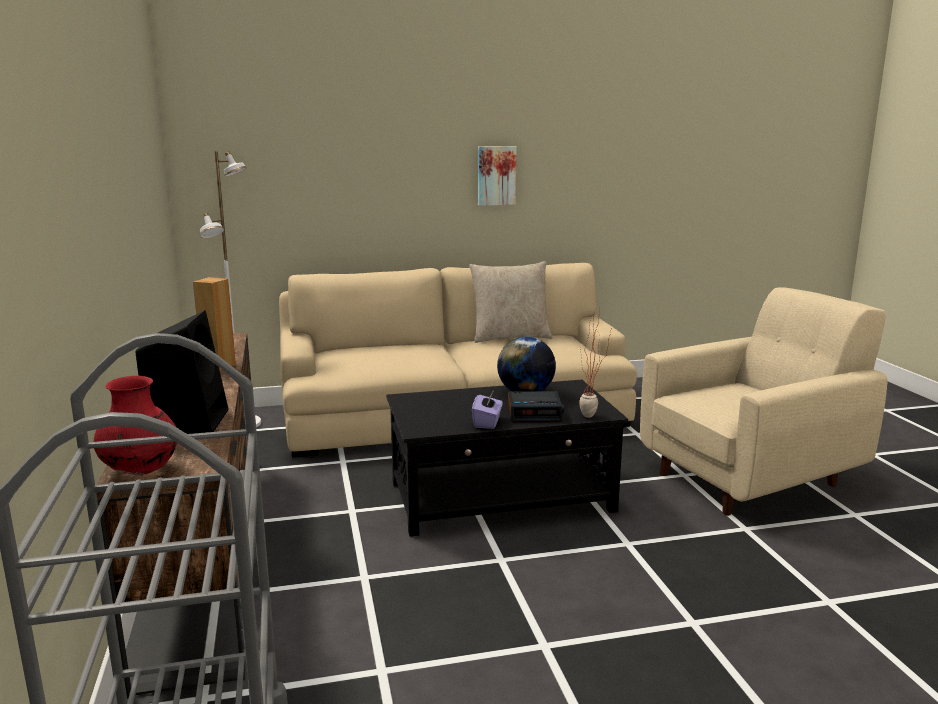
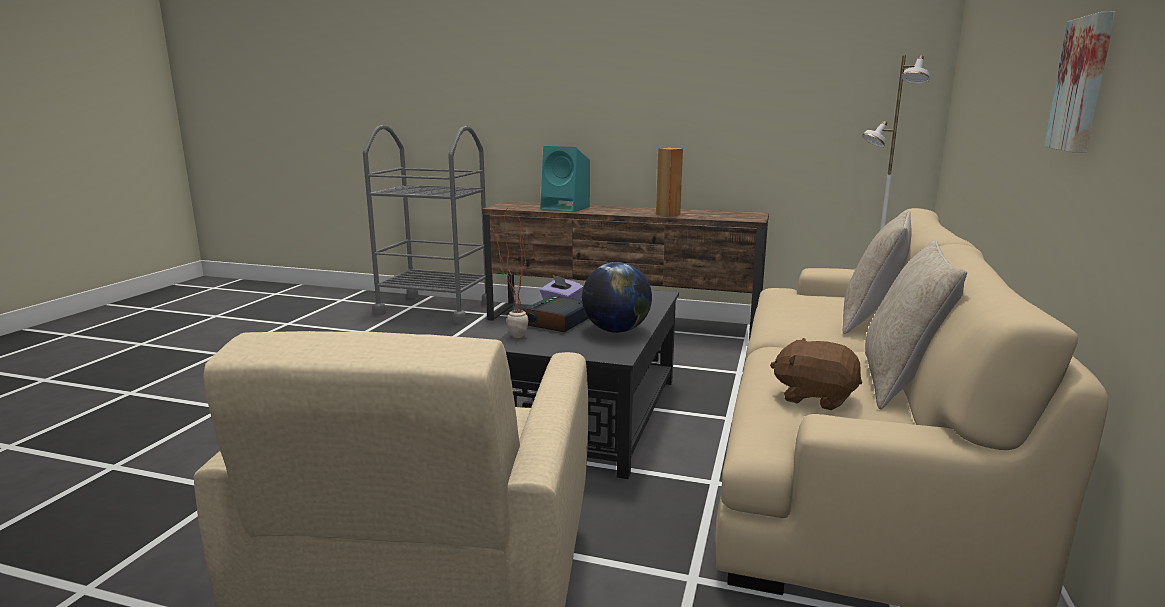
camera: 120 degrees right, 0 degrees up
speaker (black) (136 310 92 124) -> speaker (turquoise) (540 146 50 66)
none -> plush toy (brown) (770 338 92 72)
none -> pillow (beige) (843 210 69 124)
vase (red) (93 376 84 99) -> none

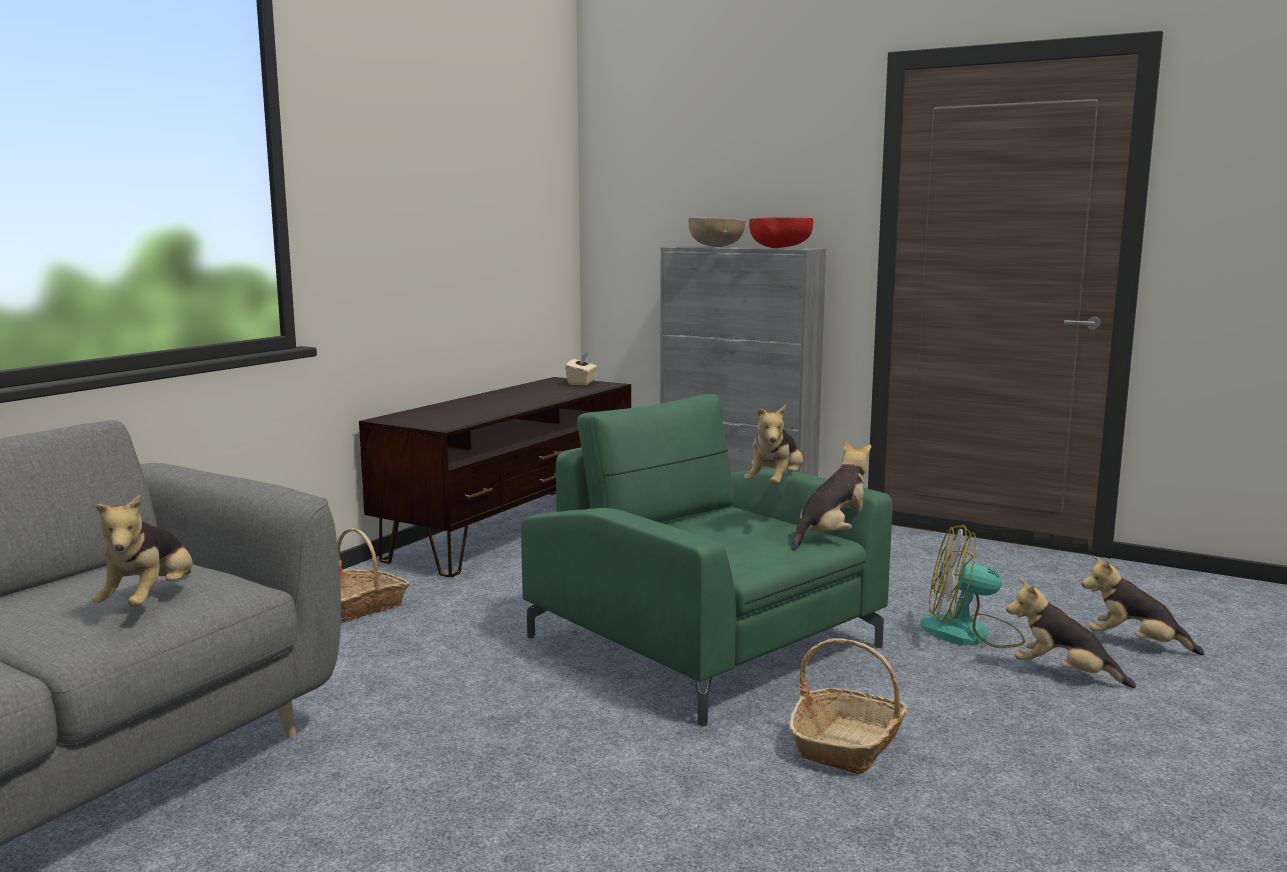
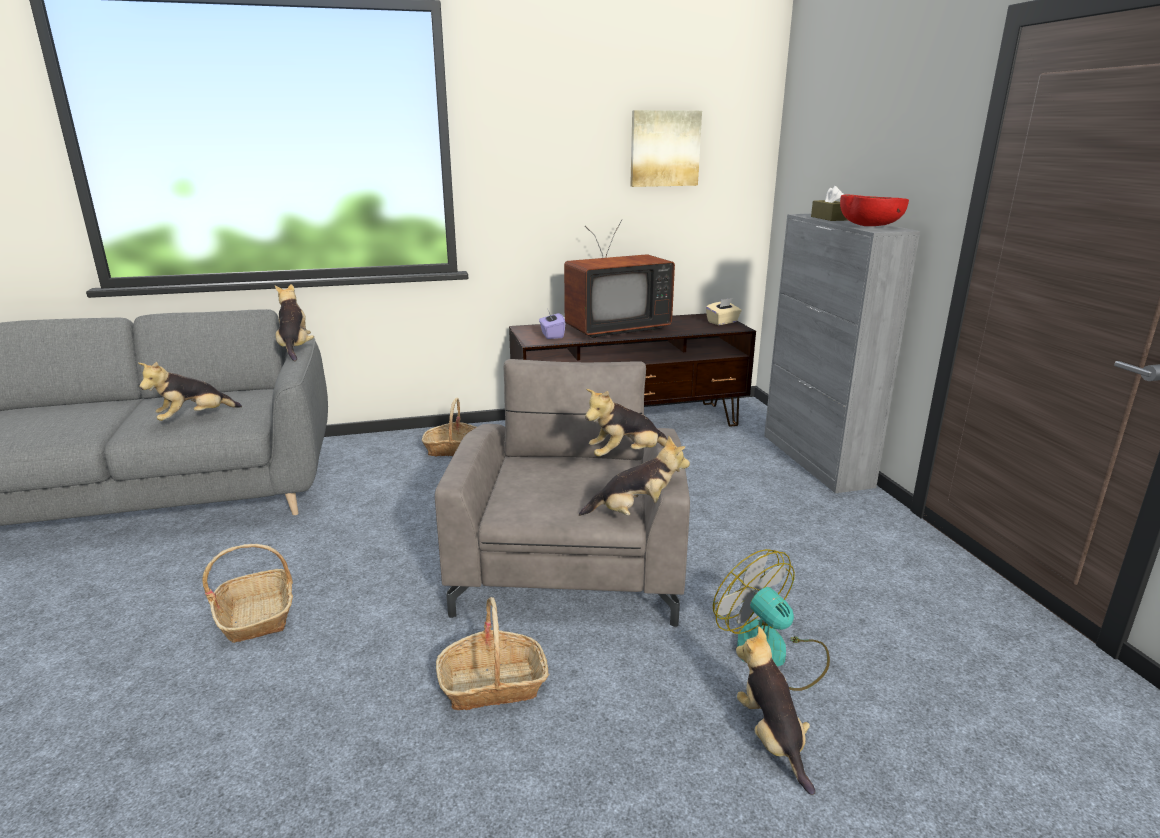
camera: 45 degrees right, 10 degrees up
none -> basket (202 544 91 99)
plush toy (1082 555 123 100) -> plush toy (275 284 39 77), moved
armchair (green) (521 394 371 332) -> armchair (grey) (435 359 255 268)
none -> tissue box (purple) (539 308 27 31)
none -> television (564 220 111 118)
none -> picture (630 110 72 77)
bowl (brown) (689 217 56 30) -> tissue box (brown) (811 186 36 35)

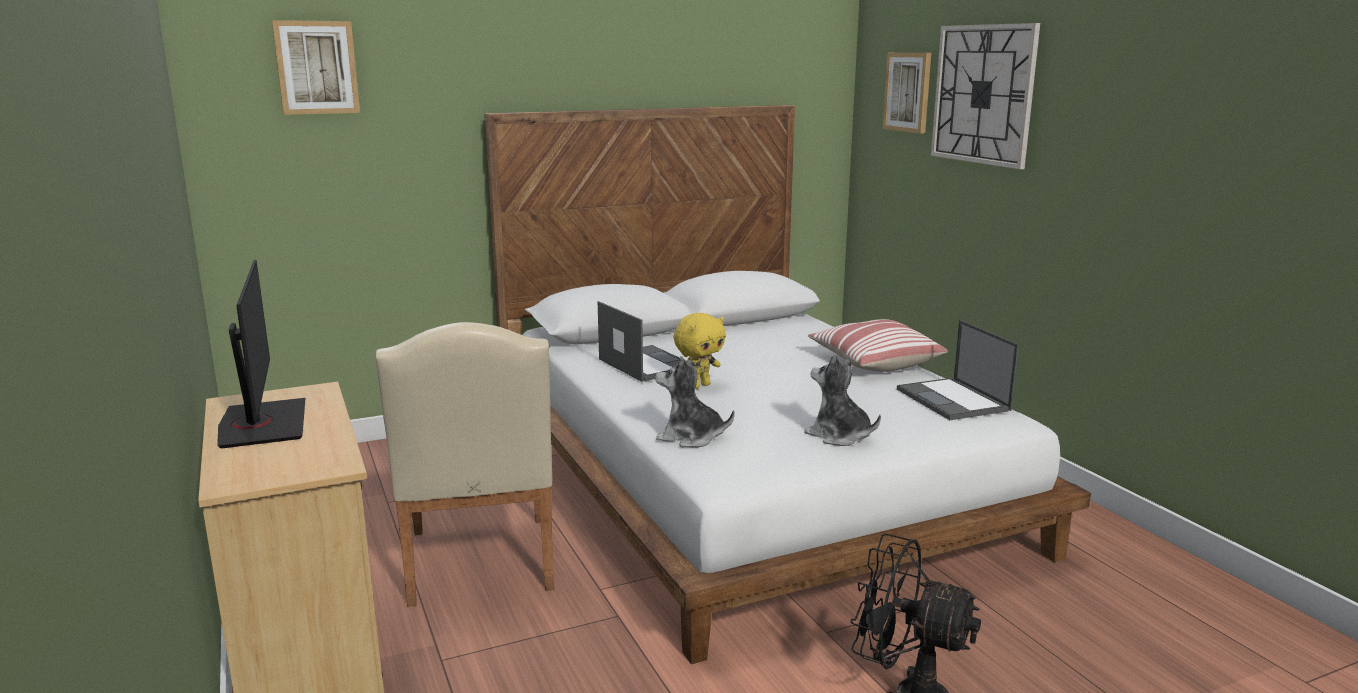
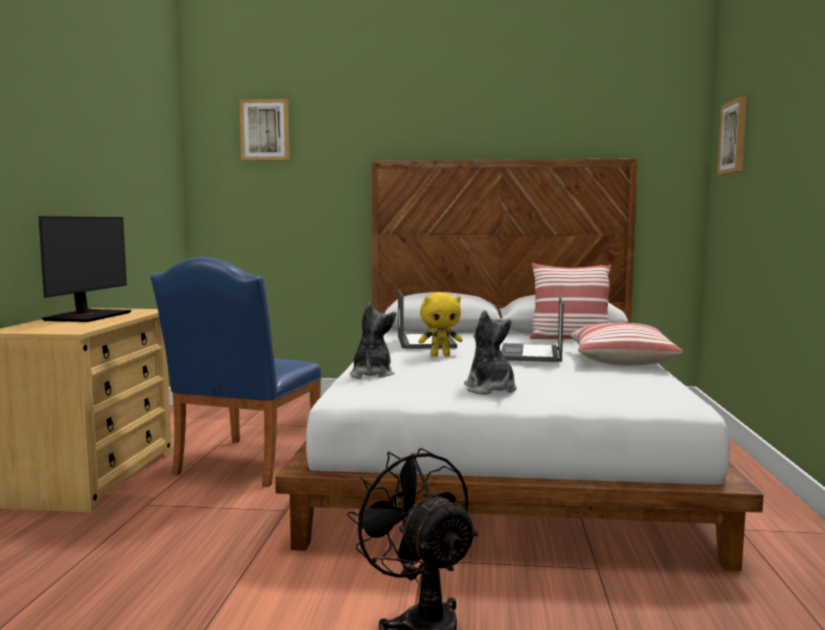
camera: 30 degrees right, 10 degrees down
chair (beige) (375 322 179 285) -> chair (blue) (150 257 172 230)
plush toy (655 356 80 91) -> plush toy (350 302 46 77), 45 degrees clockwise
laptop (897 320 122 100) -> laptop (501 296 63 66), moved
none -> pillow (530 263 81 76)
wall clock (931 23 109 146) -> none

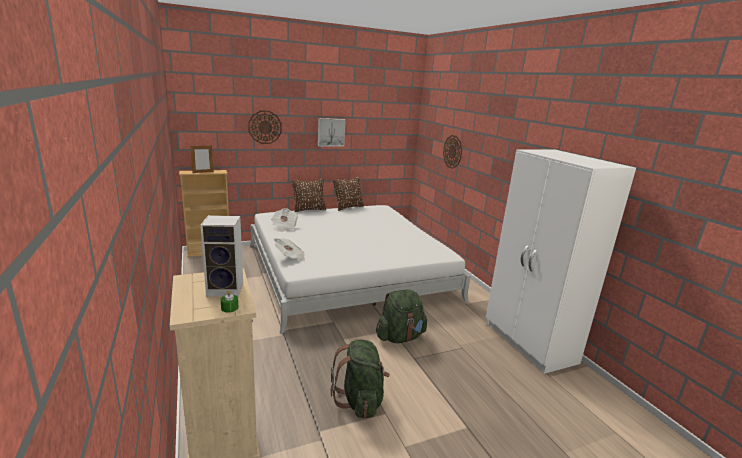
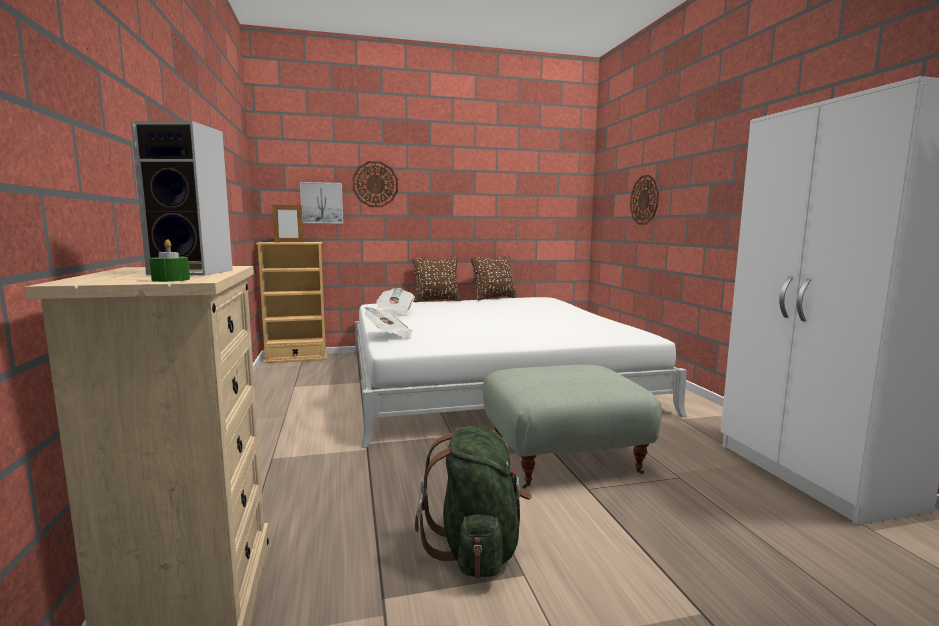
camera: 10 degrees right, 10 degrees down
picture (318 118 27 28) -> picture (300 182 43 41), moved
backpack (green) (376 289 51 54) -> ottoman (grey) (483 365 179 124)

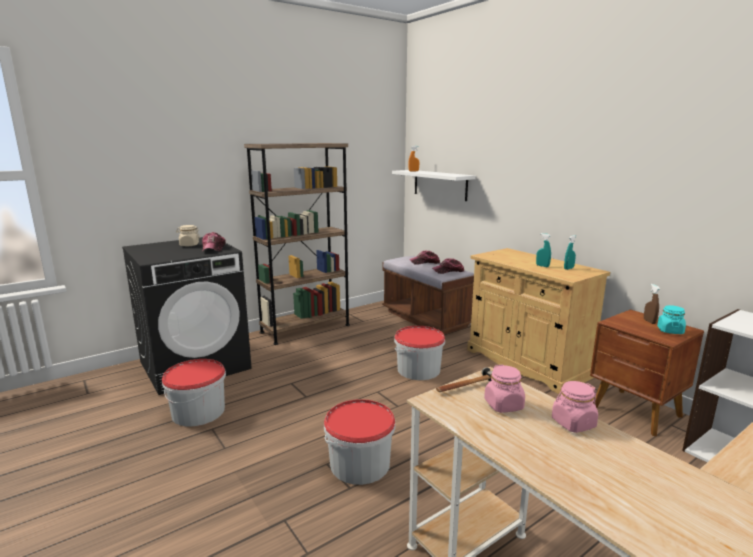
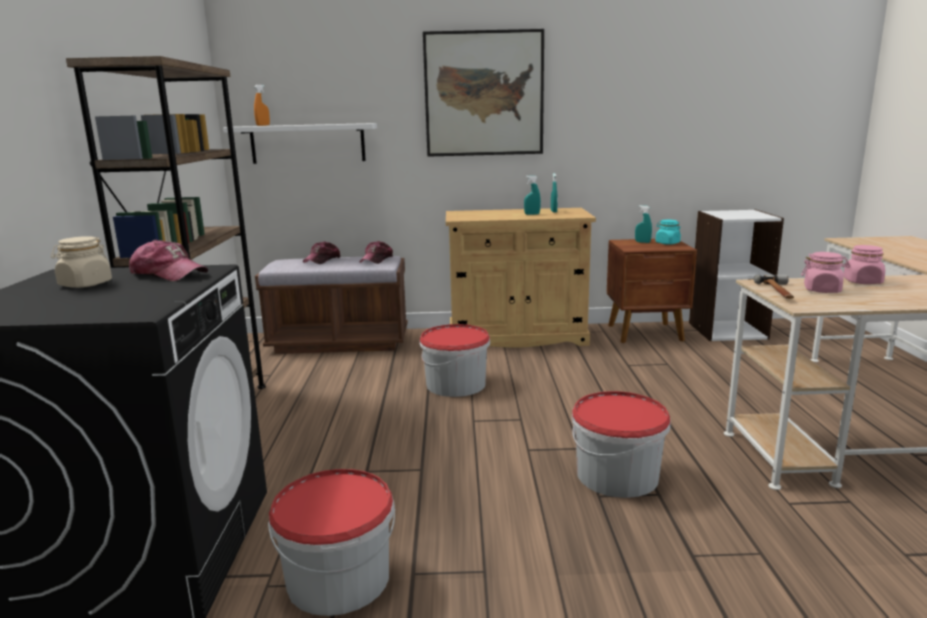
camera: 55 degrees left, 0 degrees up
none -> picture (423 29 121 128)
spray bottle (brown) (644 284 16 40) -> spray bottle (turquoise) (635 205 17 38)

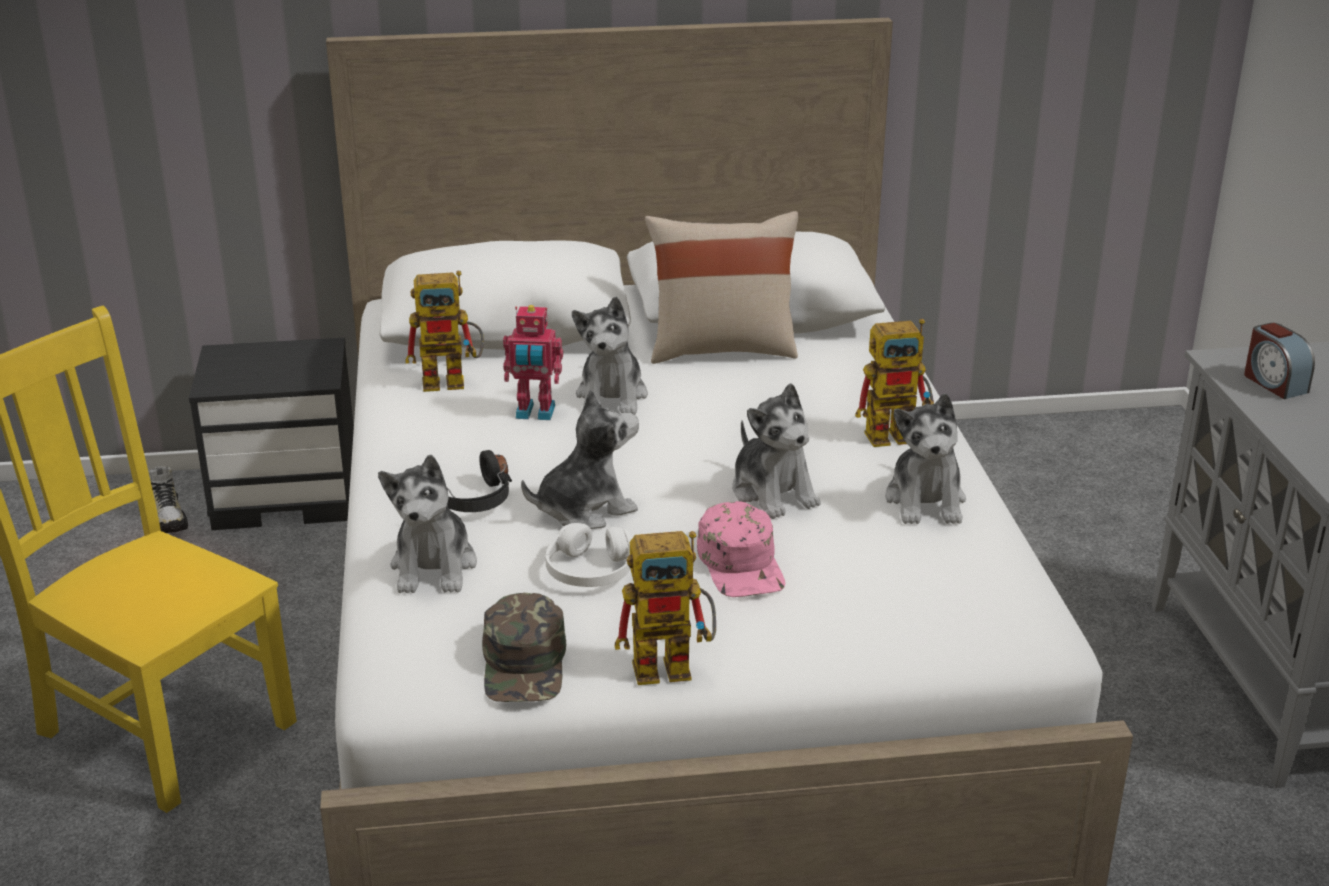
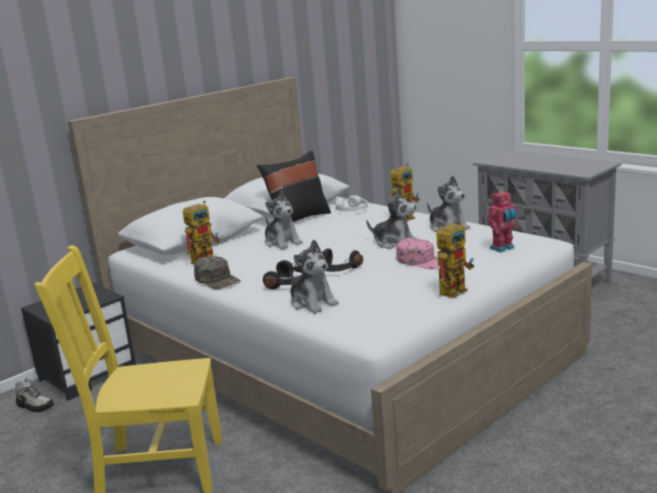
camera: 35 degrees left, 10 degrees down
cap (green) (482 593 84 109) -> cap (green) (194 256 47 33), moved
pillow (beige) (645 211 153 153) -> pillow (black) (257 150 74 72)
plush toy (521 389 118 140) -> headphones (black) (321 248 42 24)
headphones (white) (545 523 87 64) -> headphones (white) (335 195 33 16), moved
toy robot (503 305 60 115) -> toy robot (487 190 32 62), moved
alarm clock (1244 323 71 76) -> none

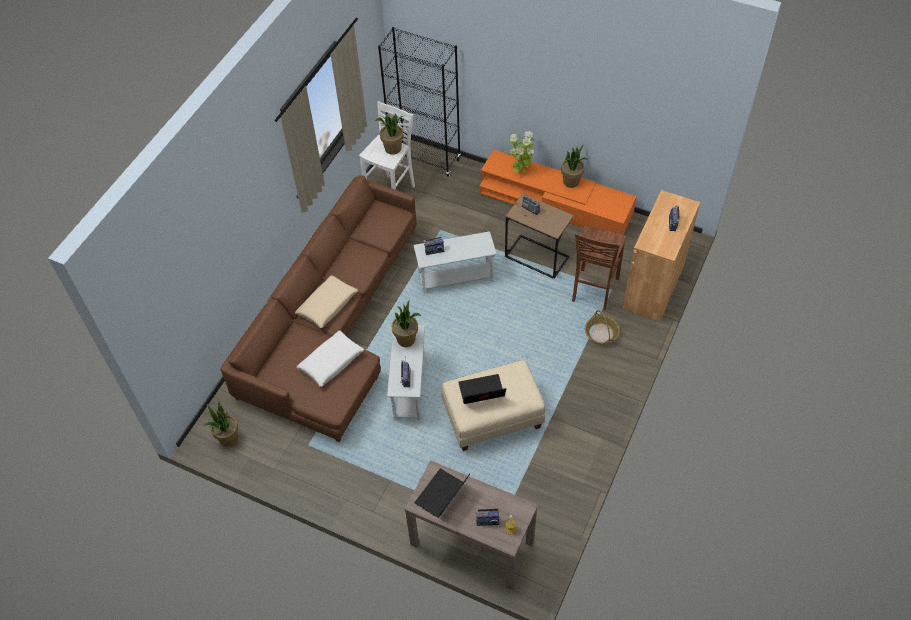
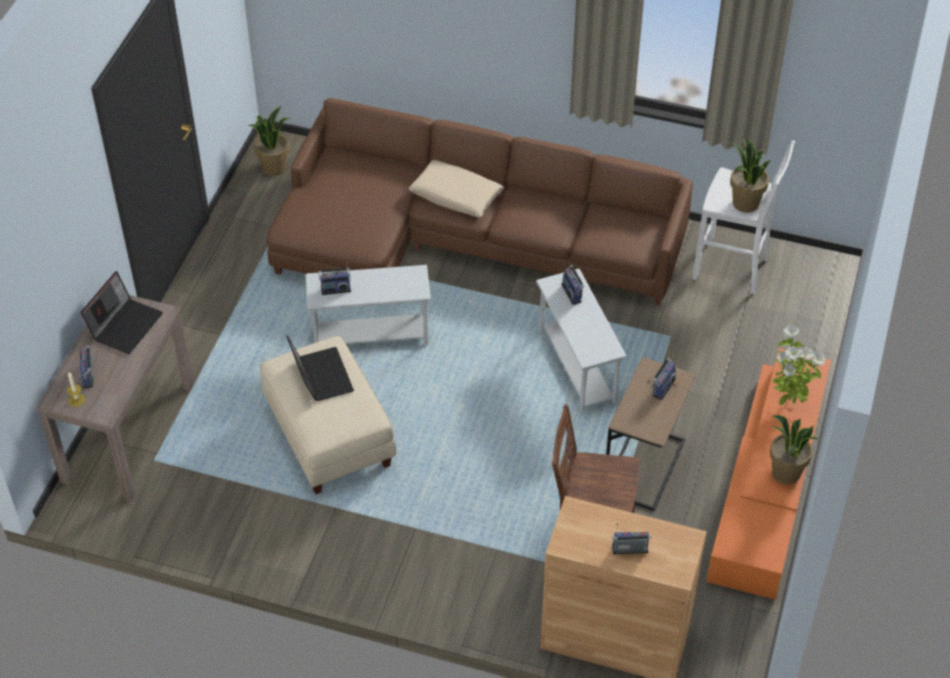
camera: 80 degrees right, 5 degrees down
laptop (414 469 56 49) -> laptop (81 271 82 83), 90 degrees clockwise
pillow (white) (297 331 67 56) -> none
bookcase (black) (378 27 83 150) -> none
potted plant (392 299 29 48) -> none
basket (585 310 35 34) -> none

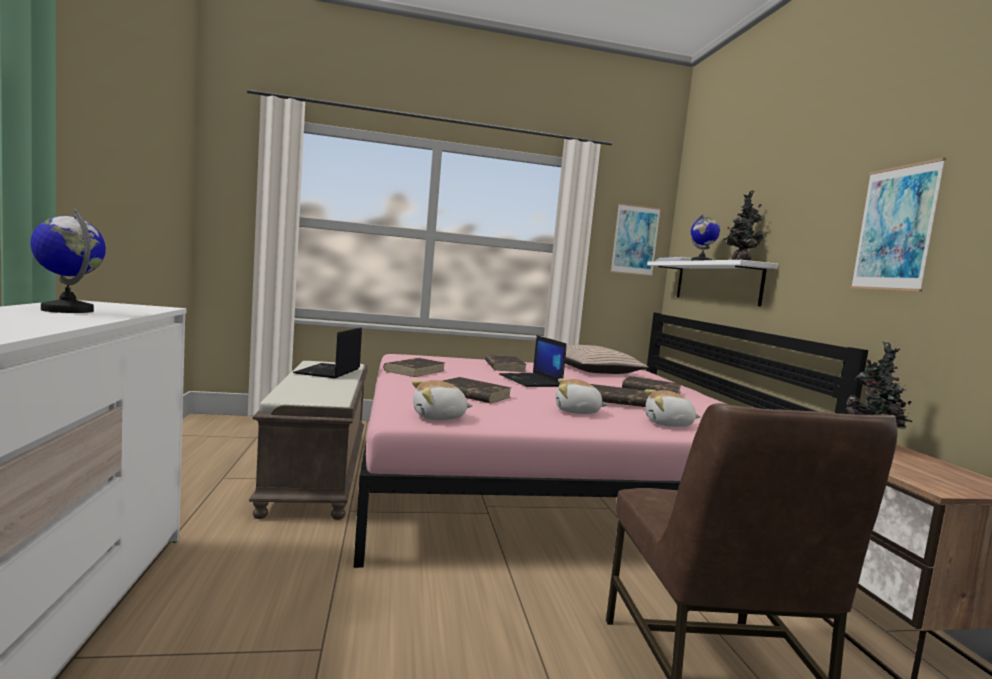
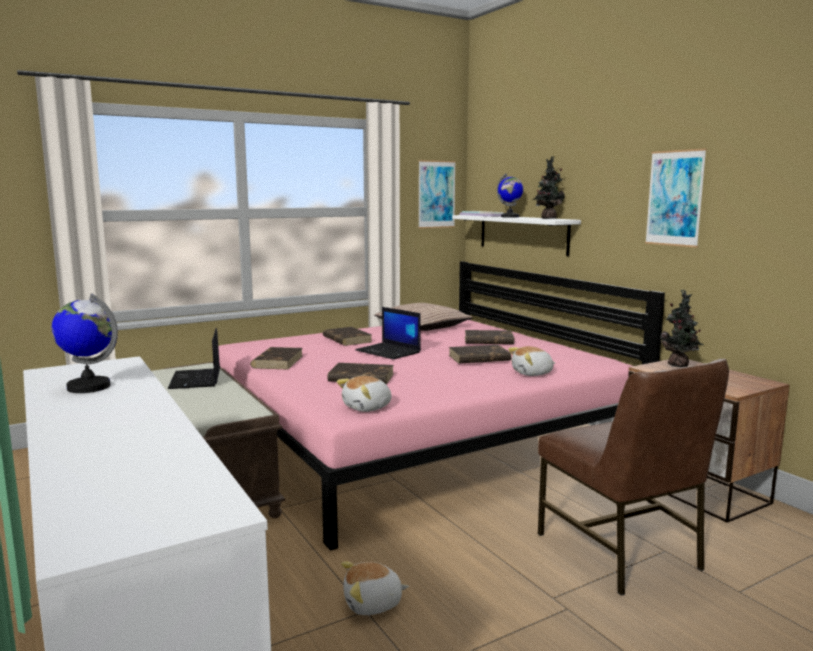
camera: 20 degrees left, 5 degrees up
plush toy (556 378 52 36) -> plush toy (341 562 68 53), moved

